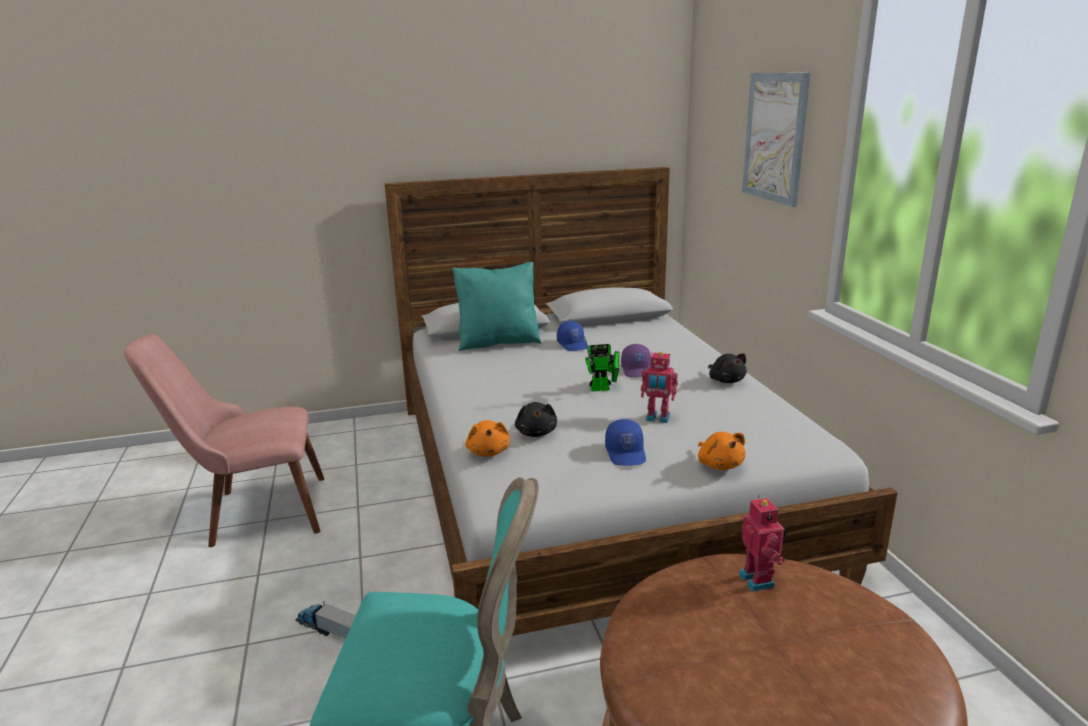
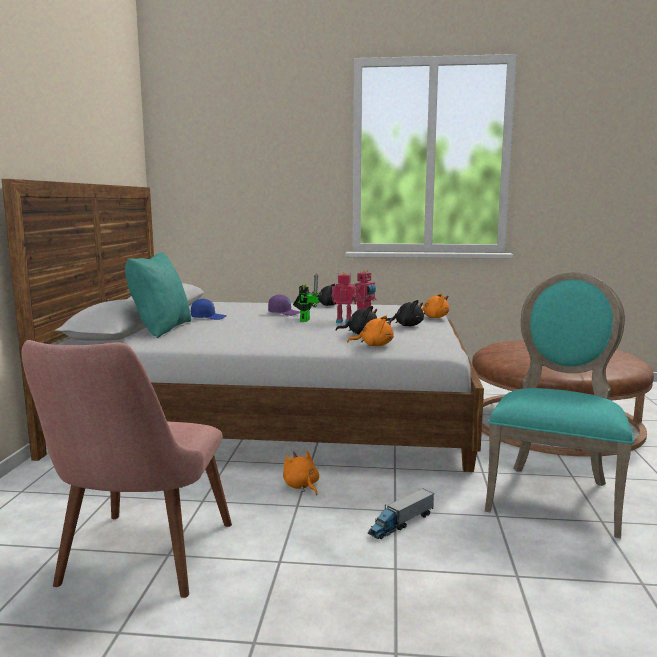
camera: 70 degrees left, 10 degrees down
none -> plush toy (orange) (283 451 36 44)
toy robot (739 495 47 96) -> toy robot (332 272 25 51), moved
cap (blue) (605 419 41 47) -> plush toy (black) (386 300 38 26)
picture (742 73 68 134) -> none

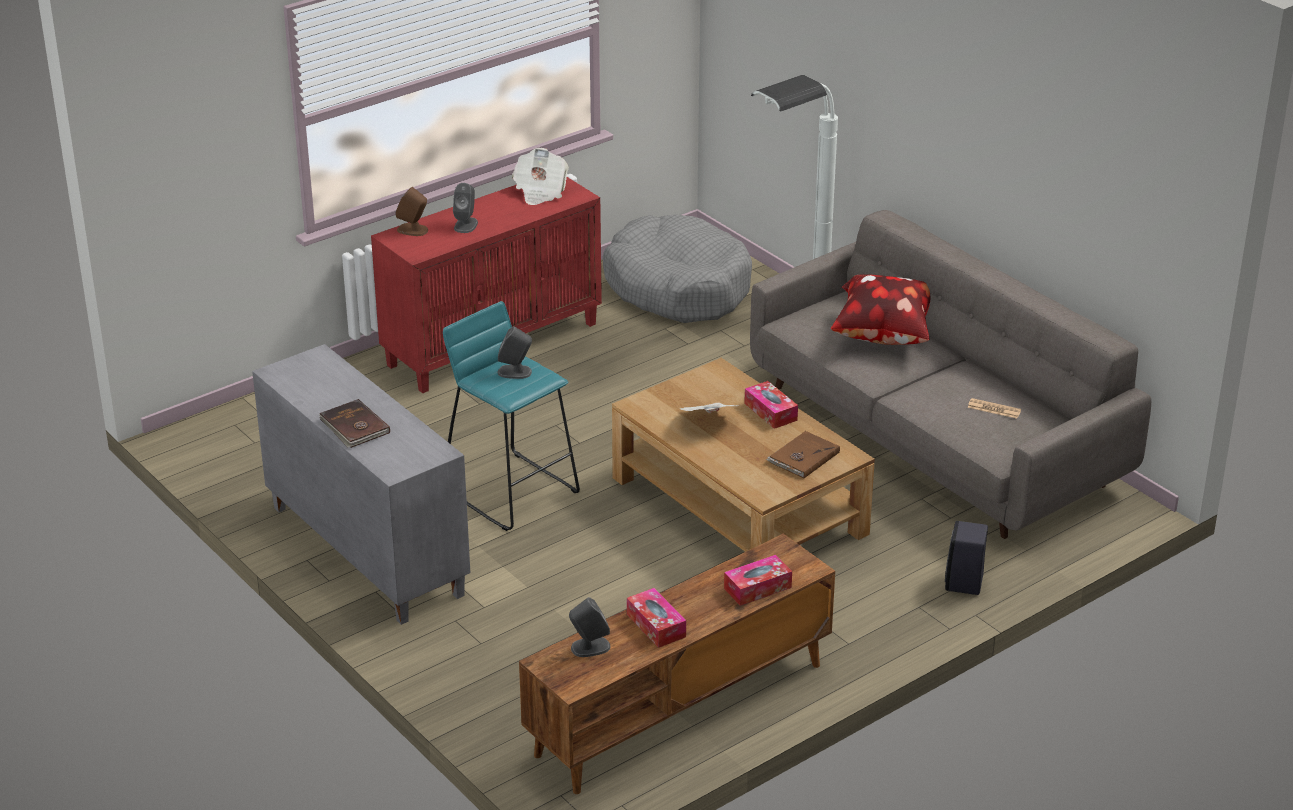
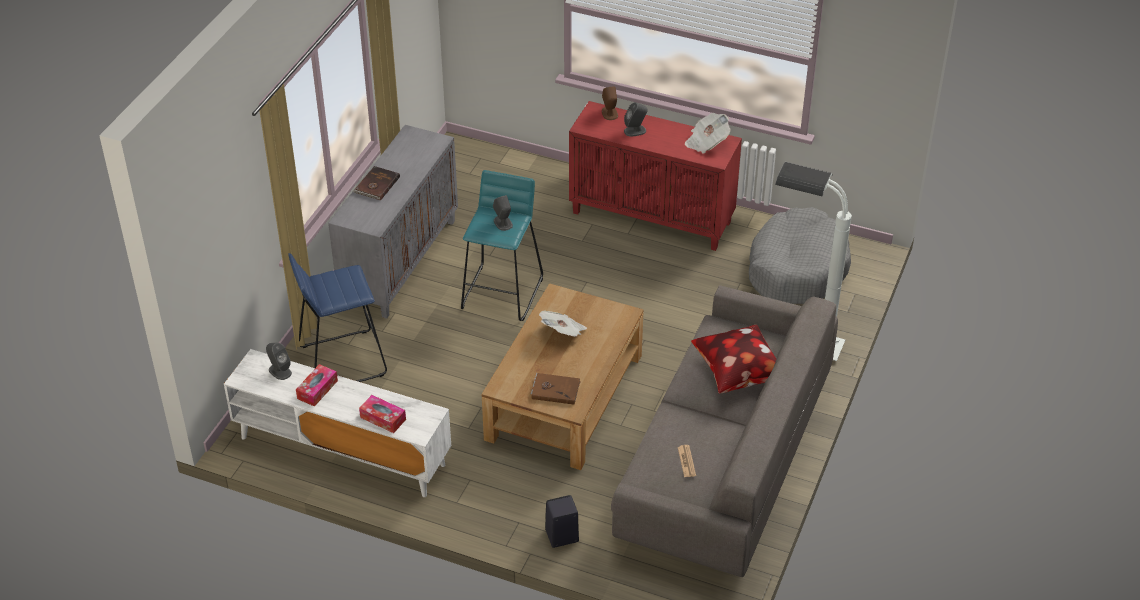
camera: 60 degrees right, 10 degrees up
tv stand (brown) (519 534 316 260) -> tv stand (white) (224 349 227 148)
none -> stool (blue) (288 253 99 129)
tissue box (744 381 54 48) -> none

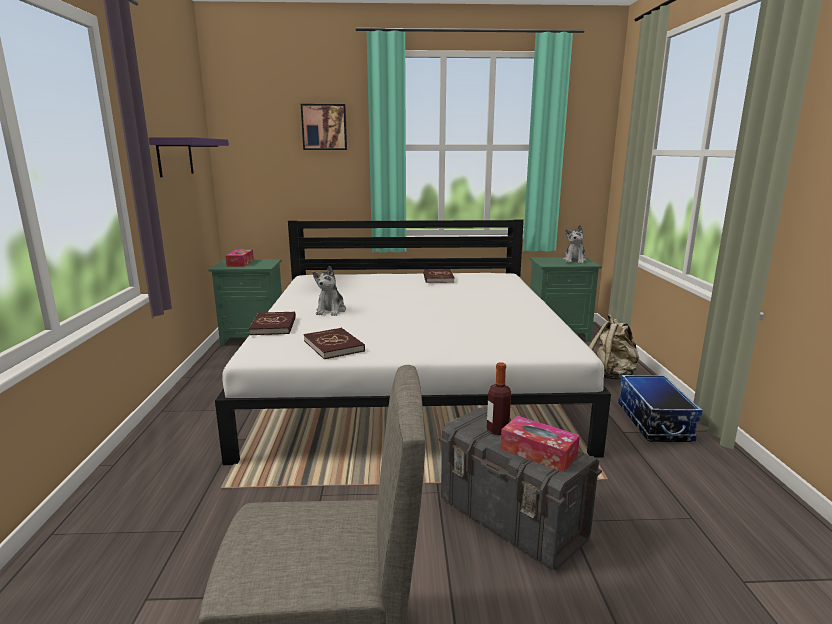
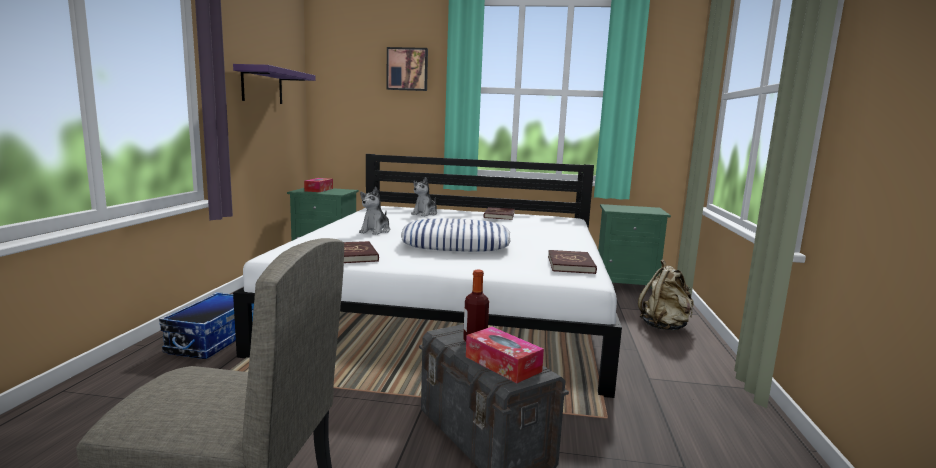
camera: 10 degrees right, 5 degrees down
storage box (618 375 85 67) -> storage box (159 292 95 67), moved
none -> pillow (401 218 109 34)
plush toy (563 225 24 39) -> plush toy (411 177 26 39), moved
book (red) (249 311 47 24) -> book (red) (548 250 49 24), moved

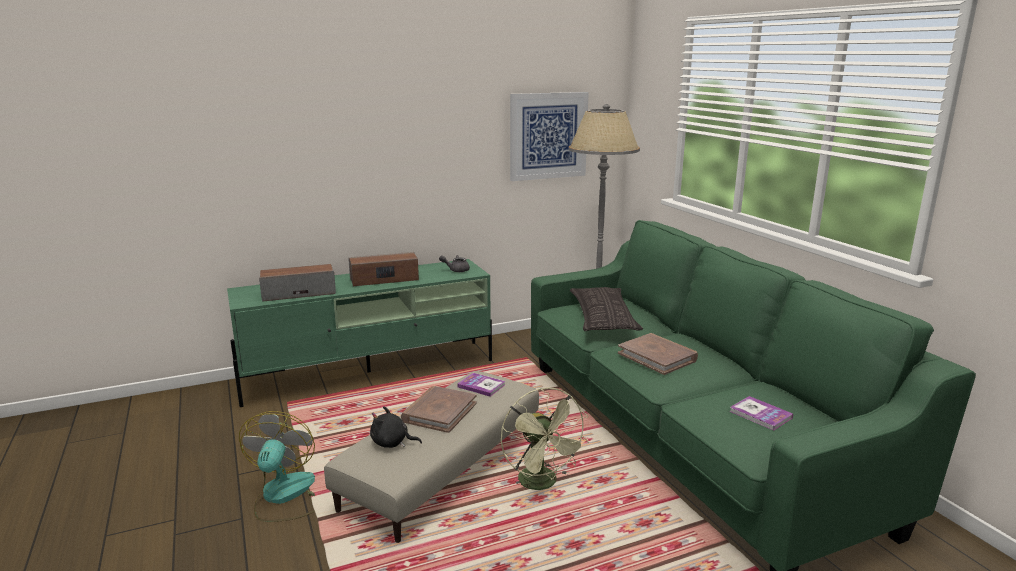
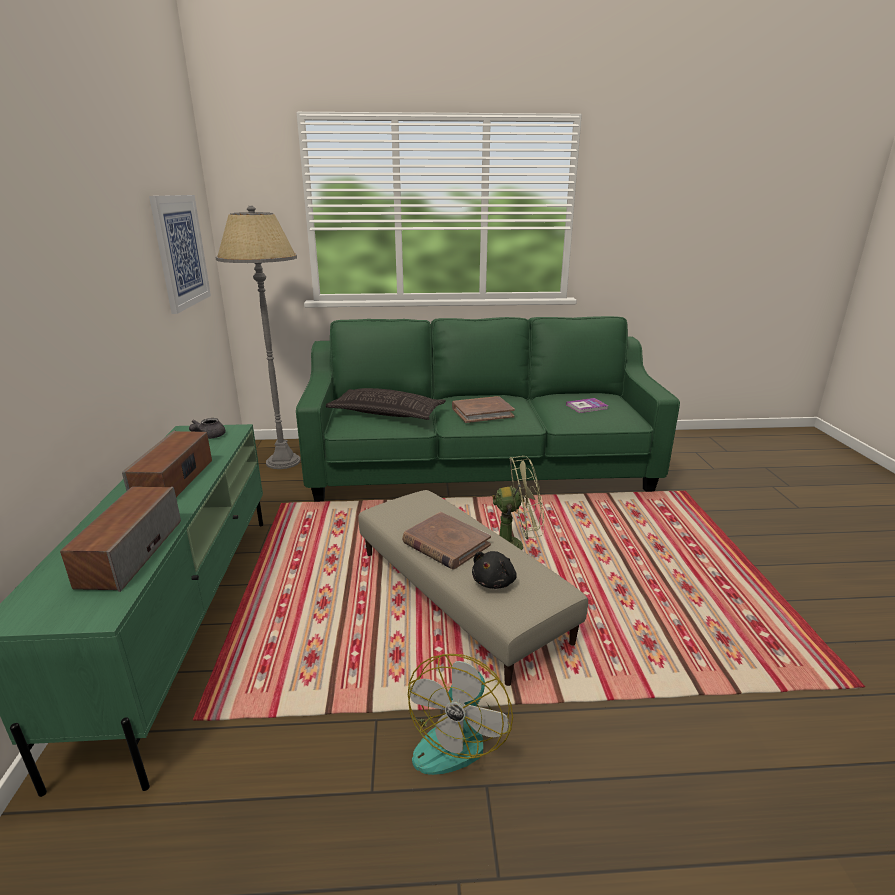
camera: 70 degrees left, 5 degrees up
fan (239 411 76 111) -> fan (408 654 105 121), 90 degrees counterclockwise
book (457 373 48 24) -> none

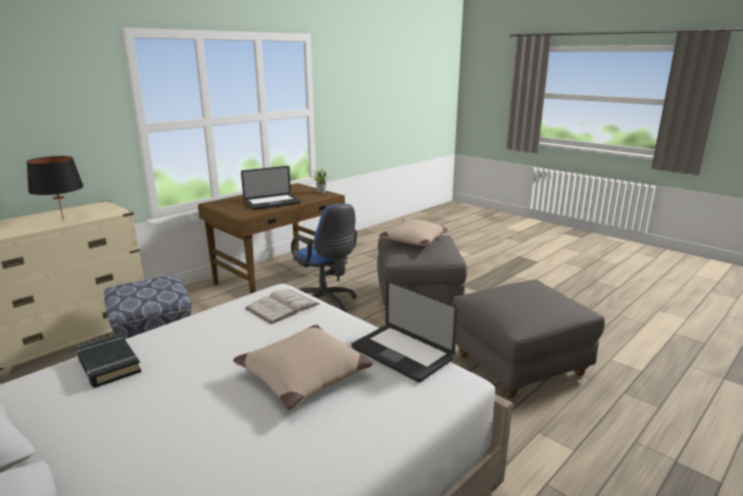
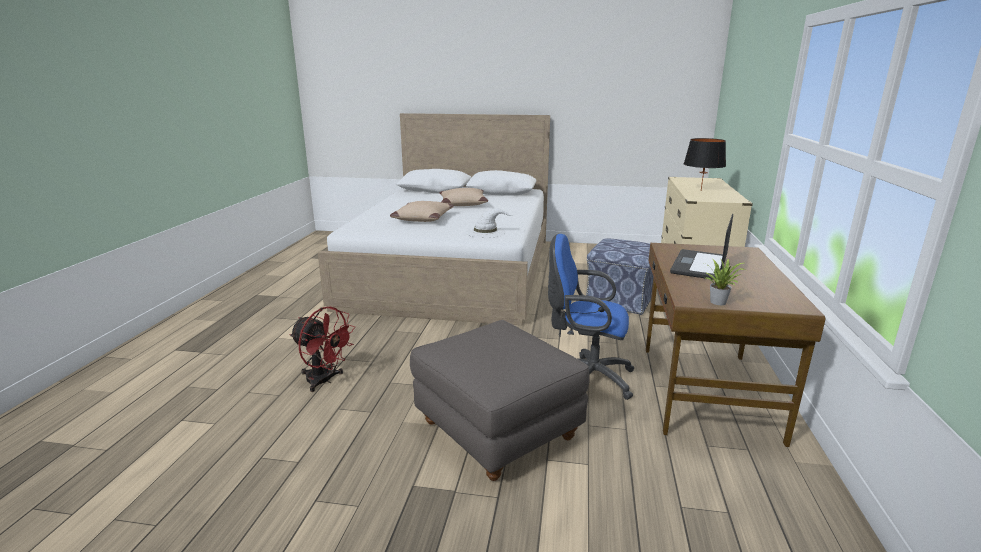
camera: 145 degrees right, 0 degrees up
ottoman (grey) (452 280 153 118) -> fan (red) (290 306 65 86)
pillow (beige) (379 219 69 28) -> pillow (beige) (439 188 49 18), moved
book (white) (245 289 74 35) -> hat (white) (466 208 48 30)
book (black) (76 333 65 55) -> none
laptop (351 280 107 102) -> none

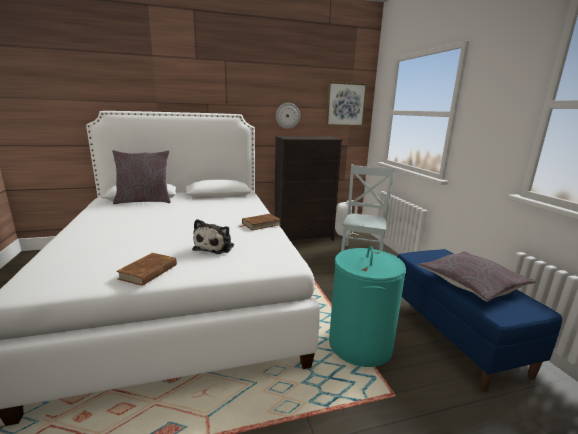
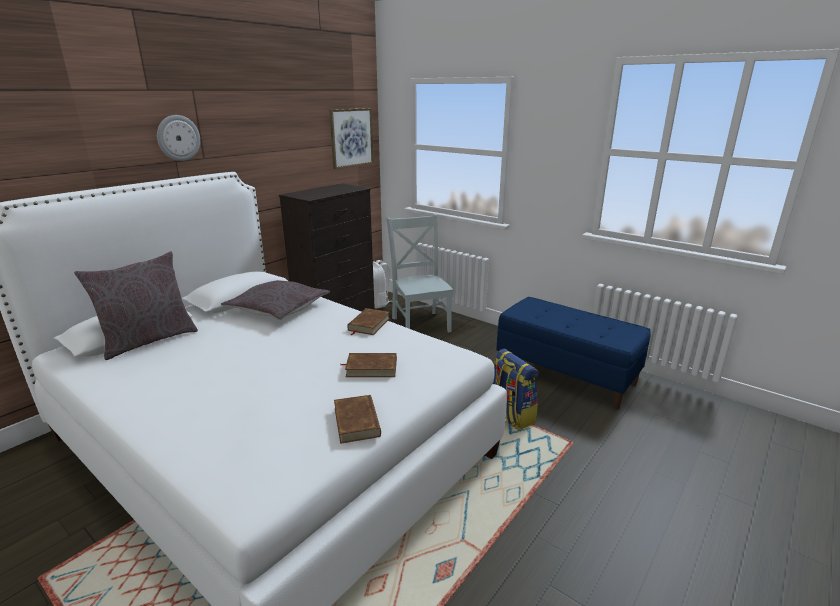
camera: 35 degrees left, 5 degrees up
wall clock (276 103 24 26) -> wall clock (157 115 43 46), moved
pillow (grey) (418 251 118 51) -> pillow (grey) (221 280 109 40), moved
plush toy (192 219 42 35) -> book (brown) (341 353 56 24)
laundry basket (turquoise) (329 246 77 121) -> backpack (493 349 46 81)

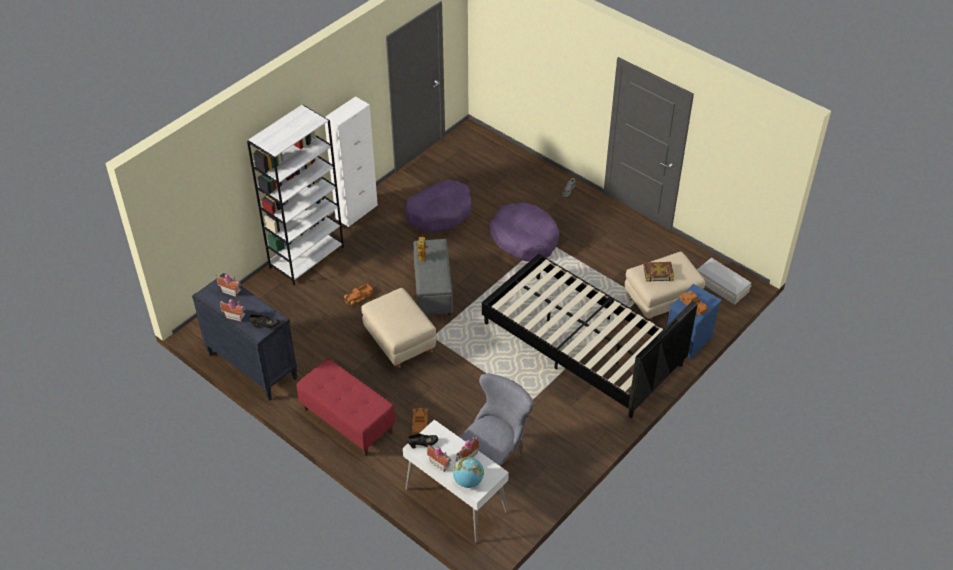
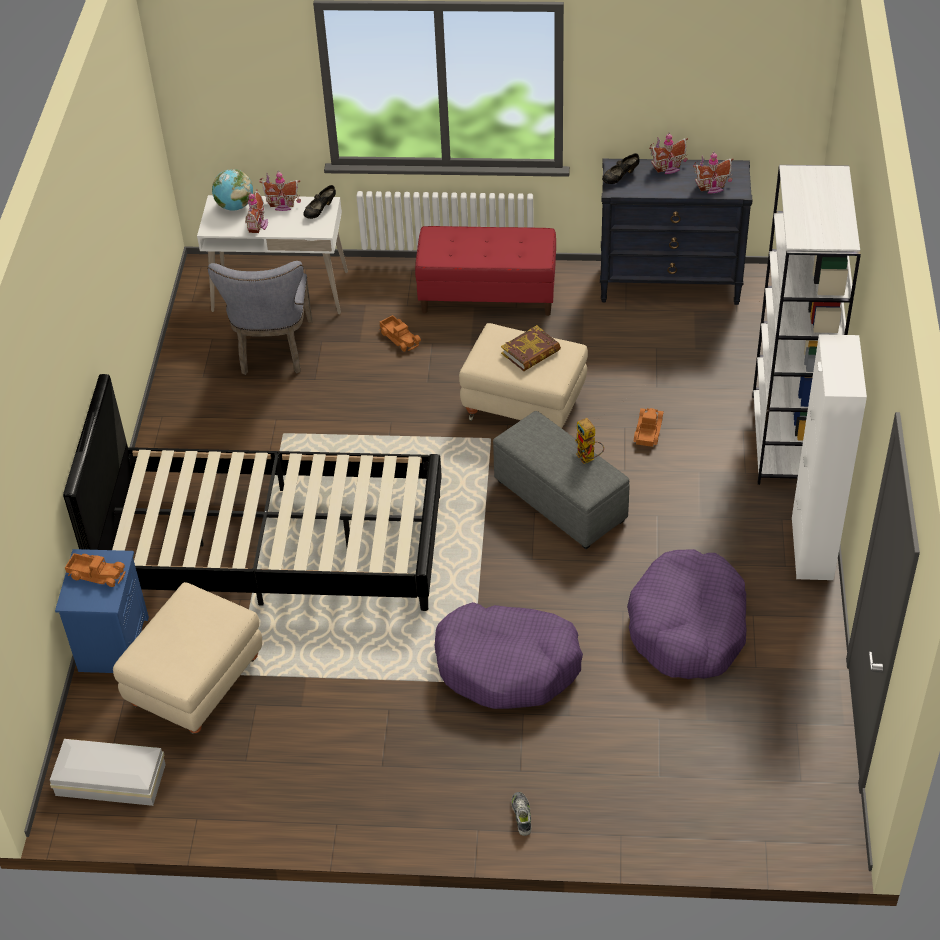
camera: 145 degrees right, 0 degrees up
book (643 262 31 20) -> book (501 325 60 46), moved

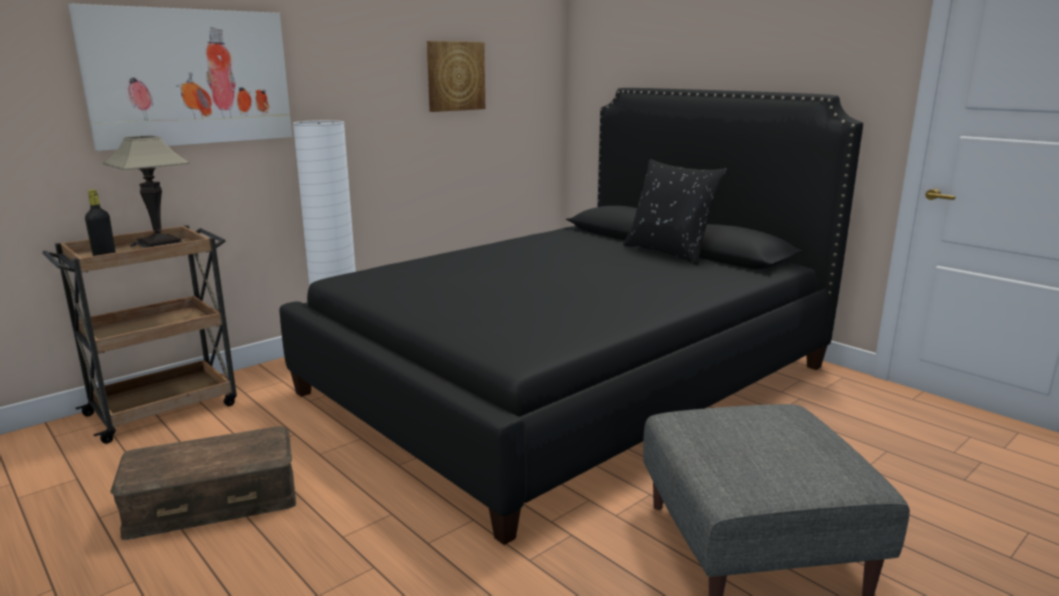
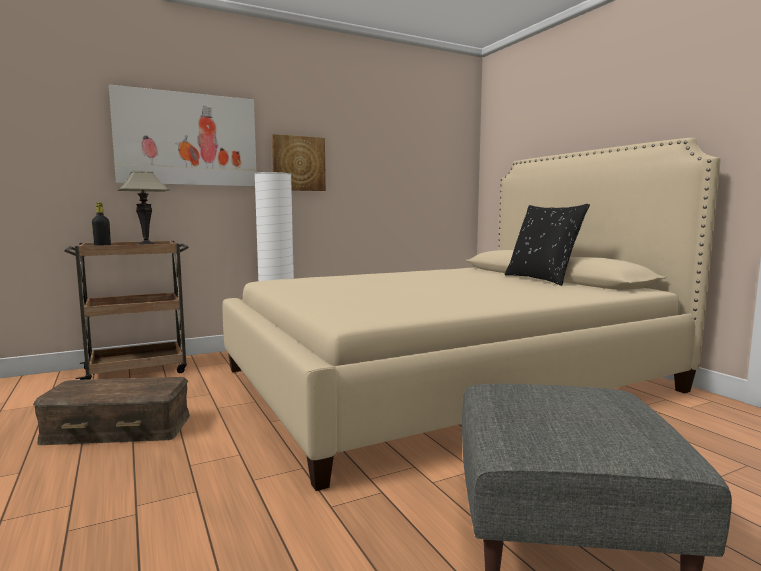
camera: 15 degrees right, 10 degrees down
bed (black) (279 88 584 457) -> bed (beige) (223 138 497 353)
picture (427 41 58 71) -> picture (272 134 54 57), moved

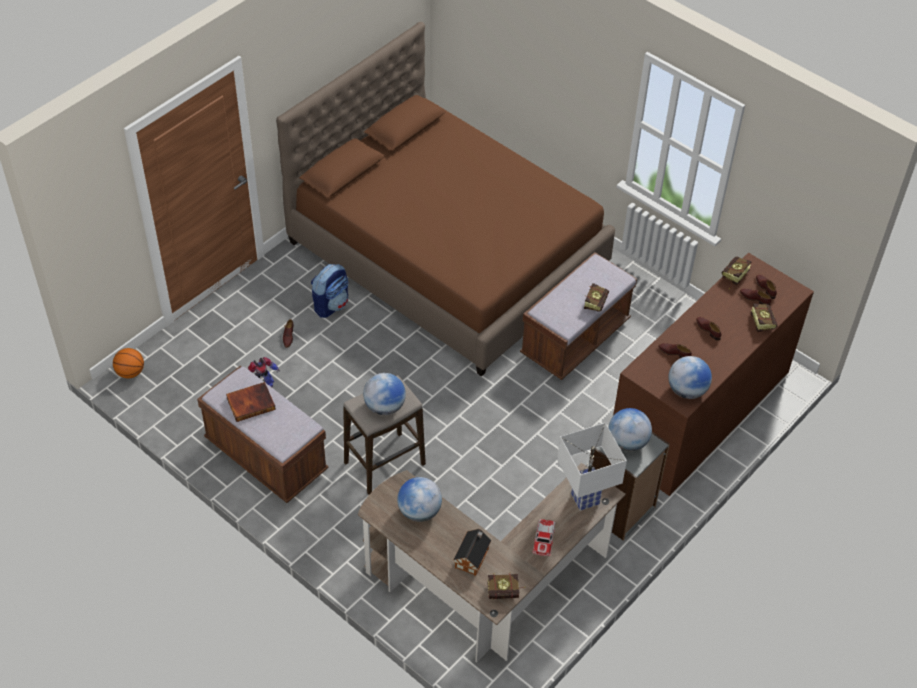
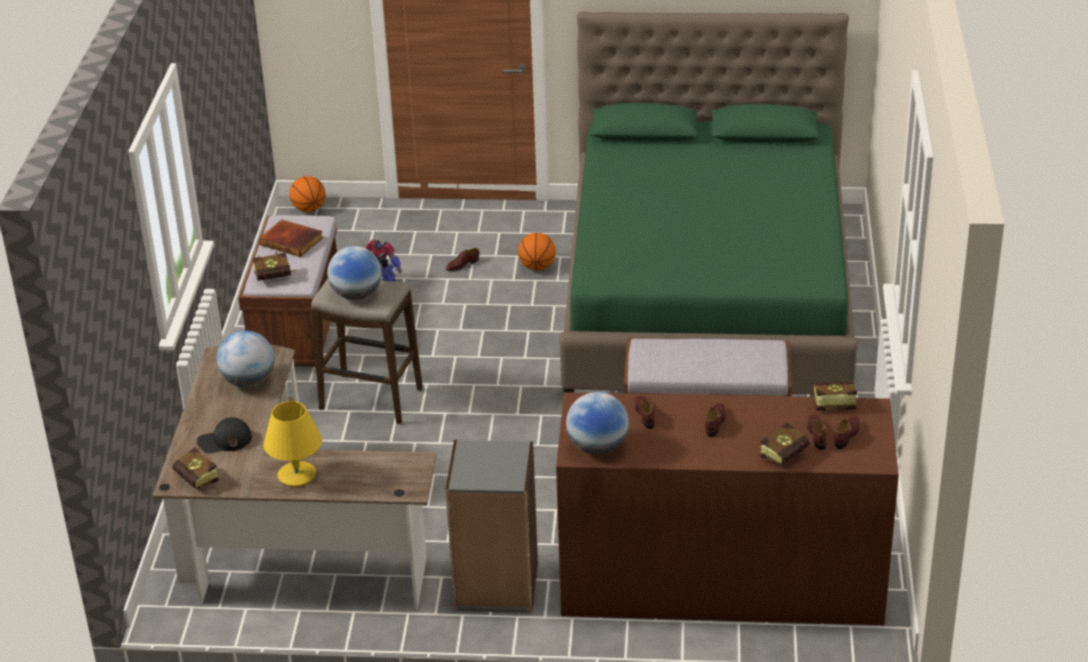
camera: 55 degrees right, 15 degrees down
toy house (454 529 38 47) -> cap (black) (197 417 55 36)
book (584 283 25 29) -> book (253 251 44 30), moved
toy car (532 519 23 37) -> table lamp (yellow) (263 401 59 86)
backpack (311 264 38 54) -> basketball (518 233 38 38)
bed (brown) (276 22 339 355) -> bed (green) (559 11 300 383)
table lamp (white) (557 423 70 88) -> none
globe (608 408 44 44) -> none

